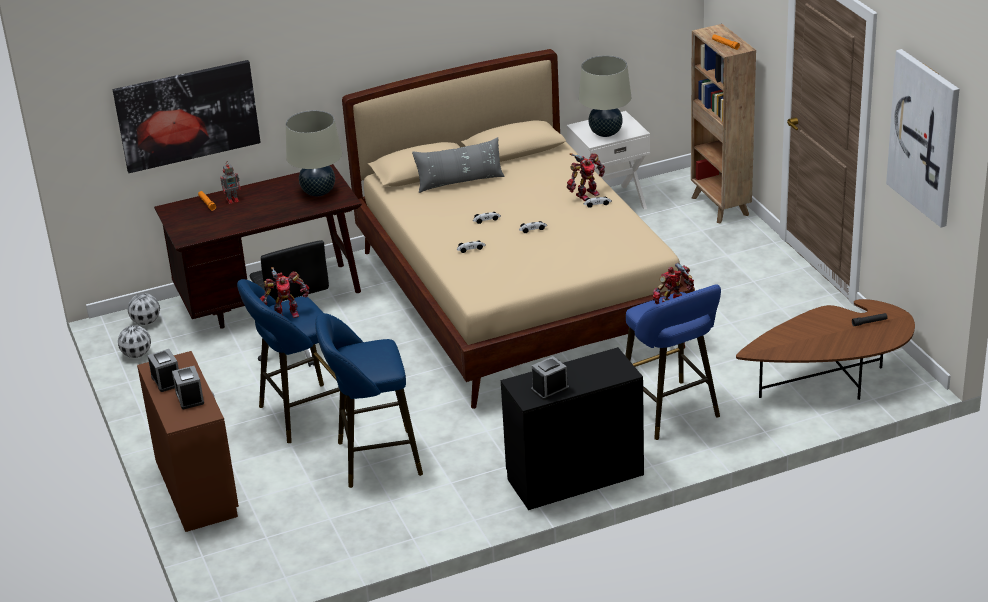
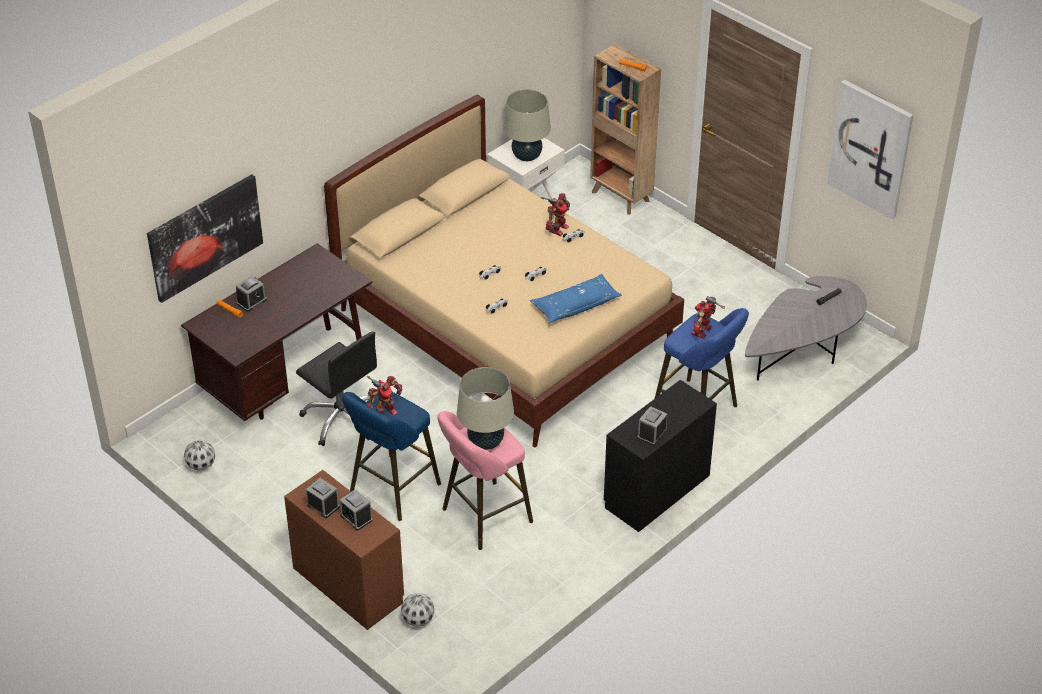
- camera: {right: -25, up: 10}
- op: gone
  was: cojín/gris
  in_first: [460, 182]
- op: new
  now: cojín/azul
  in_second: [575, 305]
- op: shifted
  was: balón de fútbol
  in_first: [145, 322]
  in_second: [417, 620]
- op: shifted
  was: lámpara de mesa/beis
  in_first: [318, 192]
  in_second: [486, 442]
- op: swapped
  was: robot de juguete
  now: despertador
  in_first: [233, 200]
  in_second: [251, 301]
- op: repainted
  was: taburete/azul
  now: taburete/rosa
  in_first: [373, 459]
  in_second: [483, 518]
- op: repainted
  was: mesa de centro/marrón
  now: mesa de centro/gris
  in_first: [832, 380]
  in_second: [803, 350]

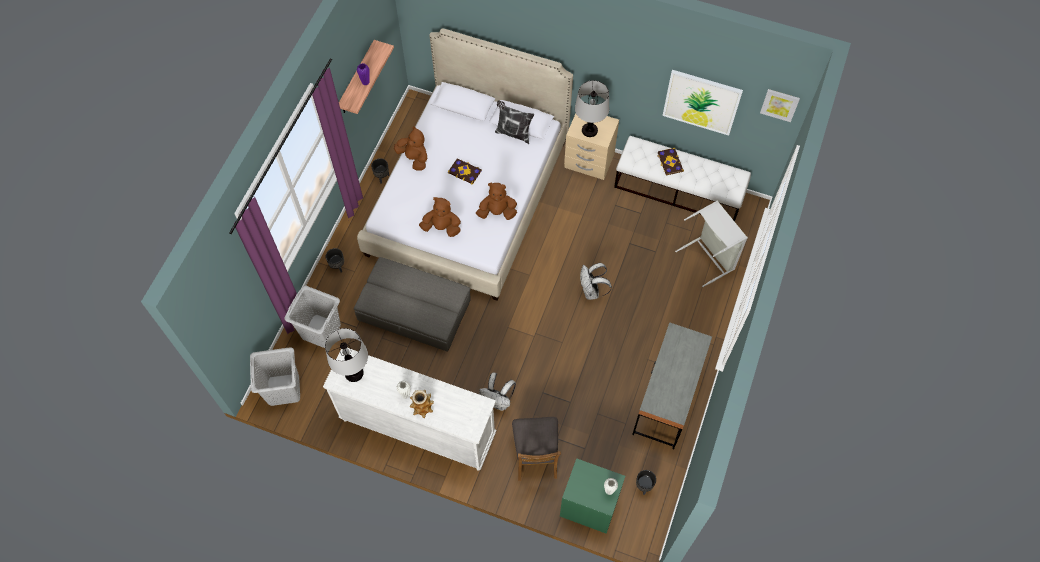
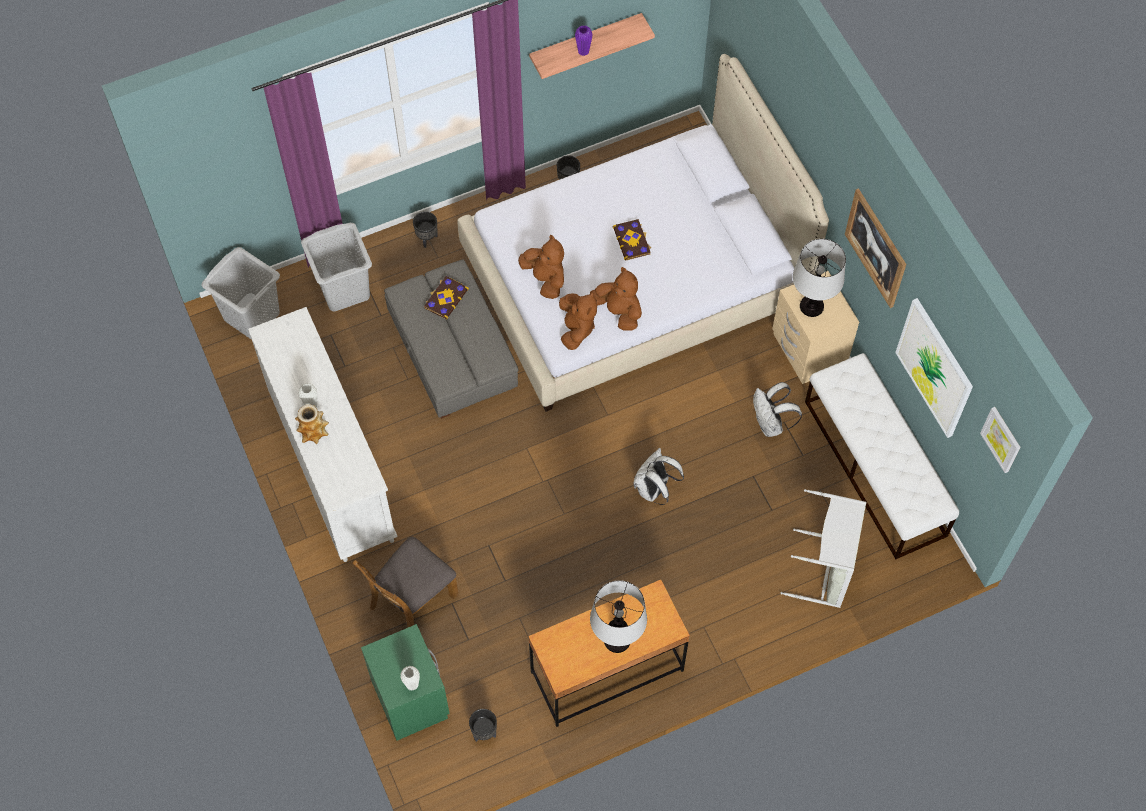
- camera: {right: 45, up: 0}
- op: gone
  was: cojín
  in_first: [513, 133]
- op: new
  now: cuadro
  in_second: [876, 248]
- op: shifted
  was: lámpara de mesa
  in_first: [354, 373]
  in_second: [616, 640]
- op: shifted
  was: peluche/marrón
  in_first: [414, 158]
  in_second: [576, 328]
- op: shifted
  was: mochila/blanco
  in_first: [498, 401]
  in_second: [771, 424]
- op: shifted
  was: libro
  in_first: [669, 162]
  in_second: [445, 298]
- op: repainted
  was: escritorio/gris
  now: escritorio/marrón
  in_first: [666, 399]
  in_second: [606, 671]

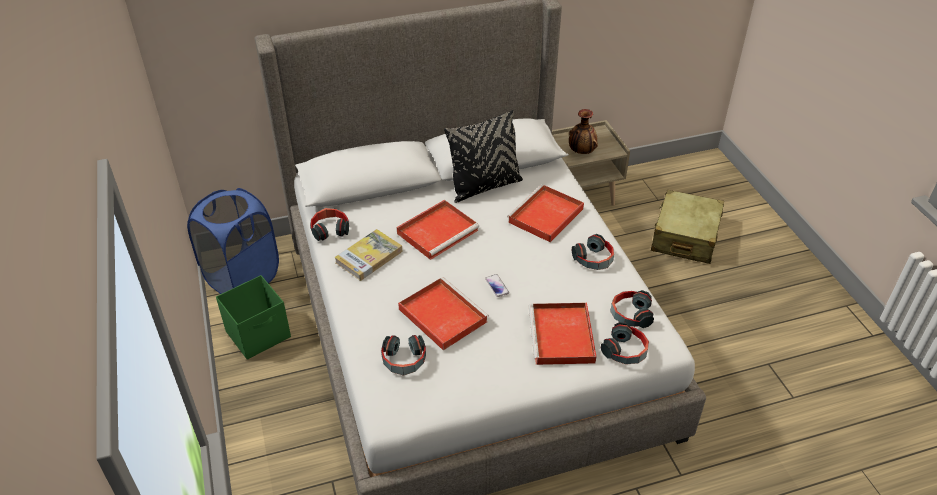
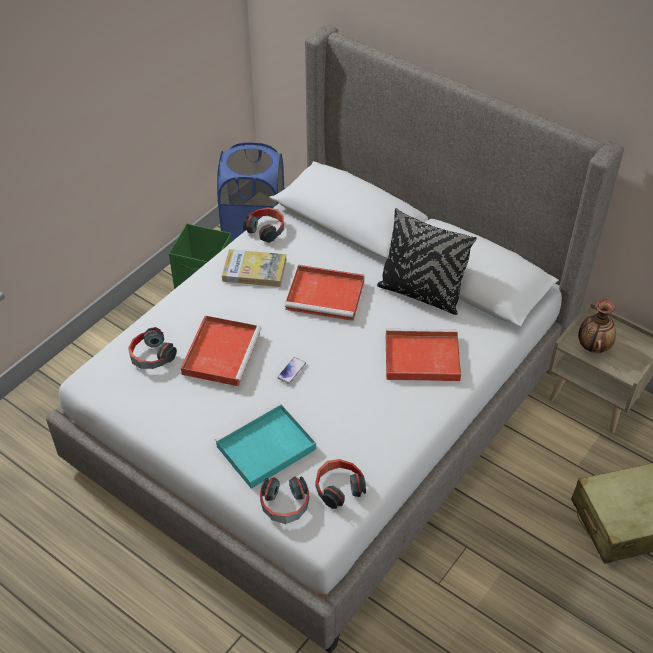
- camera: {right: 55, up: 5}
- op: gone
  was: auriculares
  in_first: [594, 259]
- op: repainted
  was: bandeja/rojo
  now: bandeja/turquesa
  in_first: [562, 337]
  in_second: [264, 449]

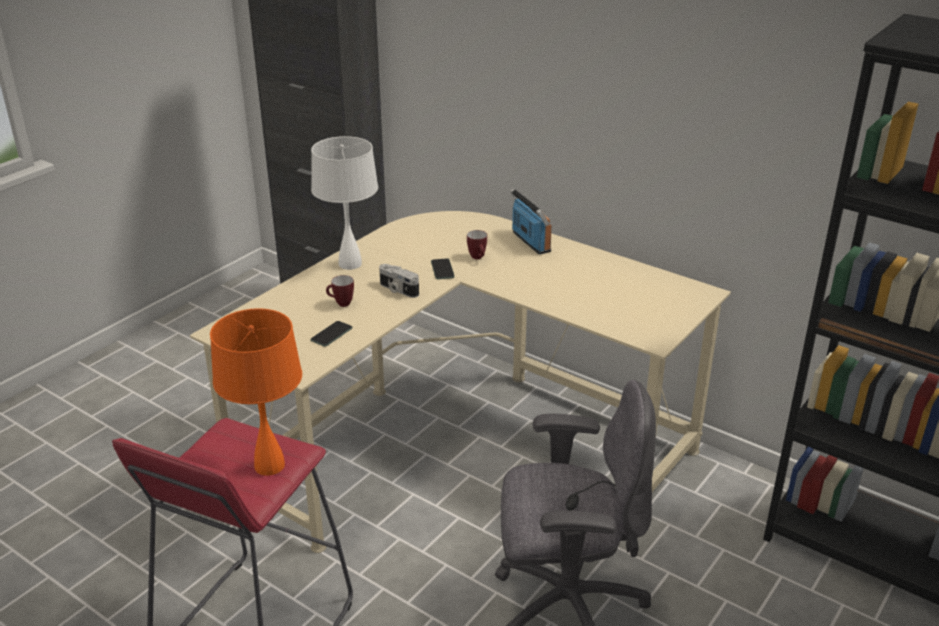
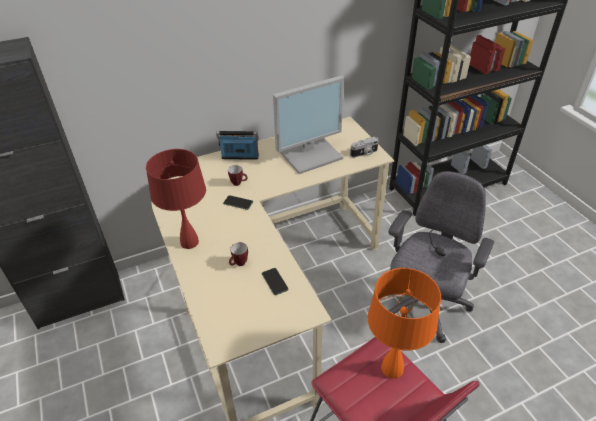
- camera: {right: -60, up: 10}
- op: new
  now: monitor
  in_second: [310, 153]
- op: shifted
  was: cámara
  in_first: [397, 290]
  in_second: [364, 153]
- op: repainted
  was: lámpara de mesa/blanco
  now: lámpara de mesa/rojo
  in_first: [349, 264]
  in_second: [189, 242]

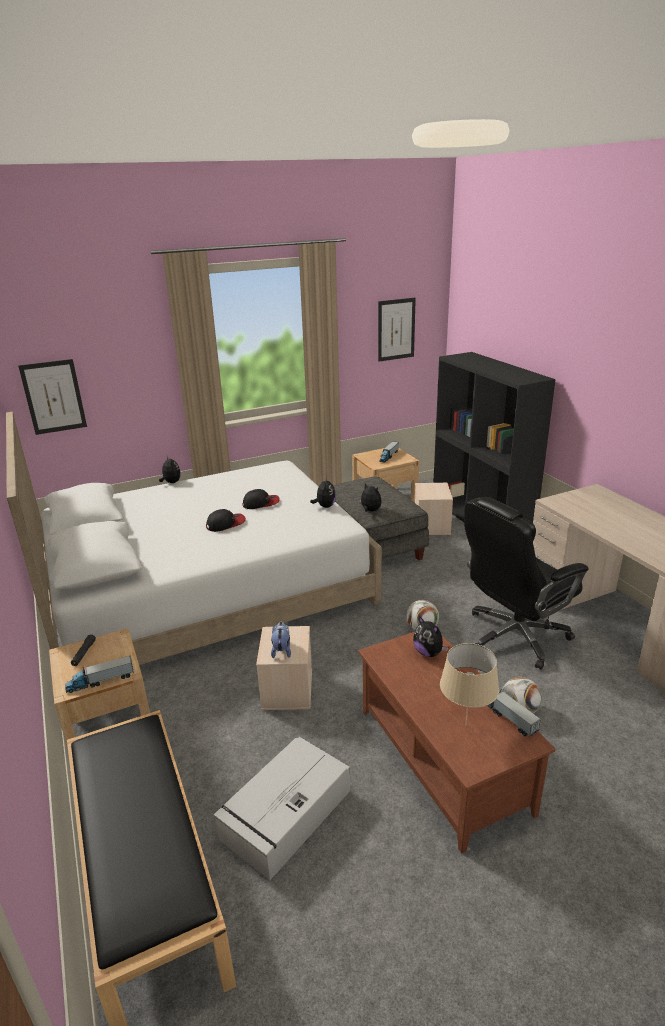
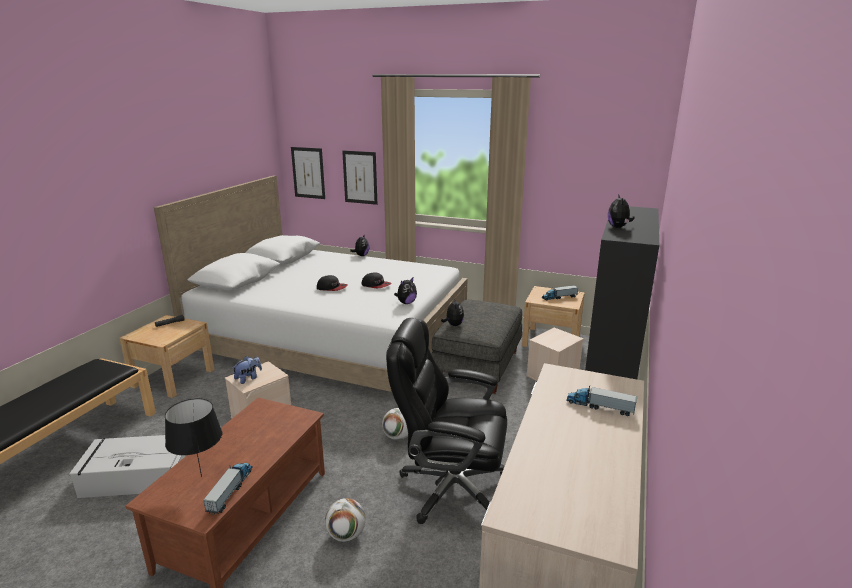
- camera: {right: 45, up: -5}
- op: shifted
  was: camión de juguete
  in_first: [100, 681]
  in_second: [600, 407]
- op: shifted
  was: cuadro
  in_first: [396, 329]
  in_second: [360, 177]
- op: shifted
  was: peluche
  in_first: [428, 652]
  in_second: [618, 227]
- op: repainted
  was: lámpara de mesa/beis
  now: lámpara de mesa/negro
  in_first: [466, 726]
  in_second: [201, 477]

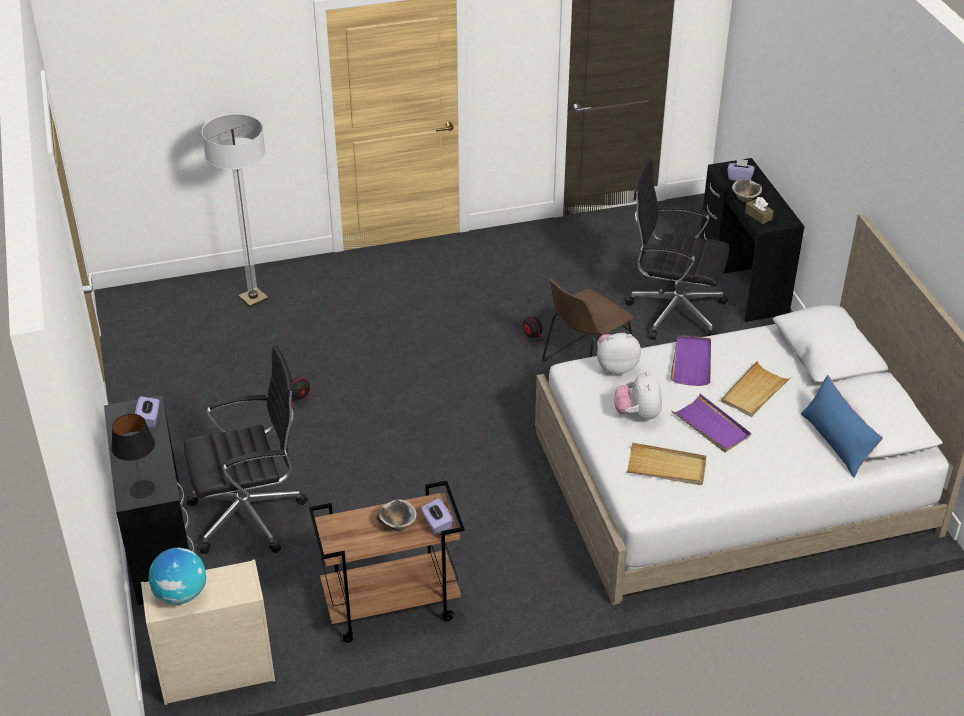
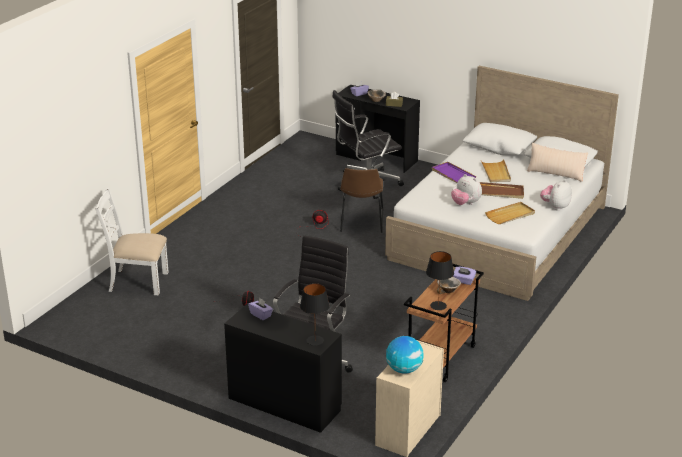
- camera: {right: -45, up: -10}
- op: new
  now: lámpara de mesa/negro
  in_second: [438, 305]
- op: shifted
  was: peluche
  in_first: [616, 367]
  in_second: [555, 206]
- op: swapped
  was: lámpara de pie
  now: silla/blanco
  in_first: [253, 298]
  in_second: [137, 282]
- op: repainted
  was: bandeja/morado
  now: bandeja/marrón
  in_first: [711, 426]
  in_second: [501, 192]
- op: repainted
  was: cojín/azul
  now: cojín/beis
  in_first: [836, 442]
  in_second: [556, 173]

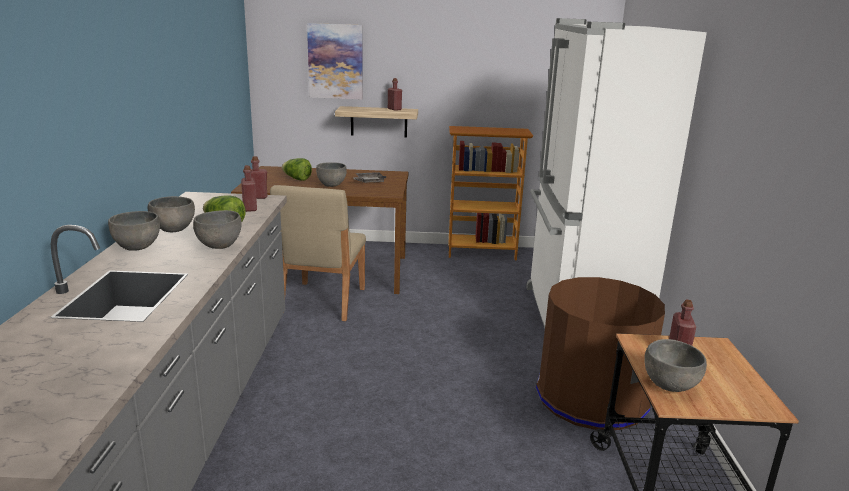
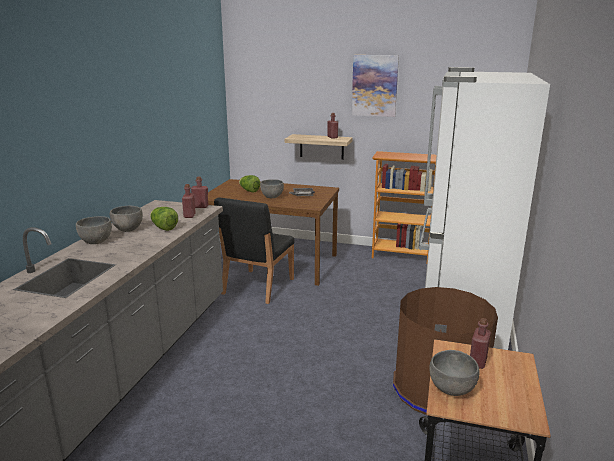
- camera: {right: 15, up: 0}
- op: gone
  was: cuenco/gris
  in_first: [219, 246]
- op: shifted
  was: cuadro
  in_first: [335, 61]
  in_second: [374, 85]
- op: repainted
  was: silla/beis
  now: silla/negro
  in_first: [322, 301]
  in_second: [257, 286]

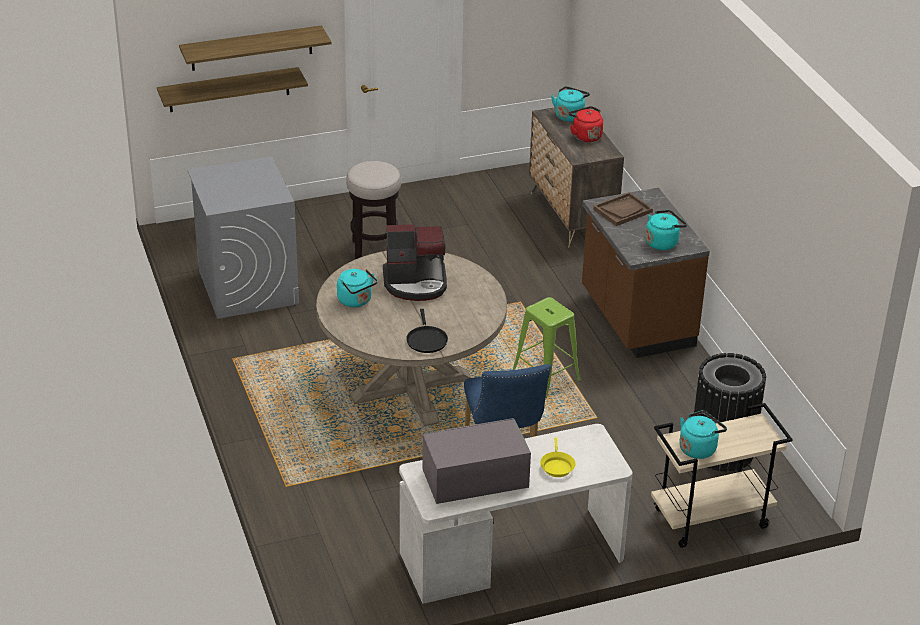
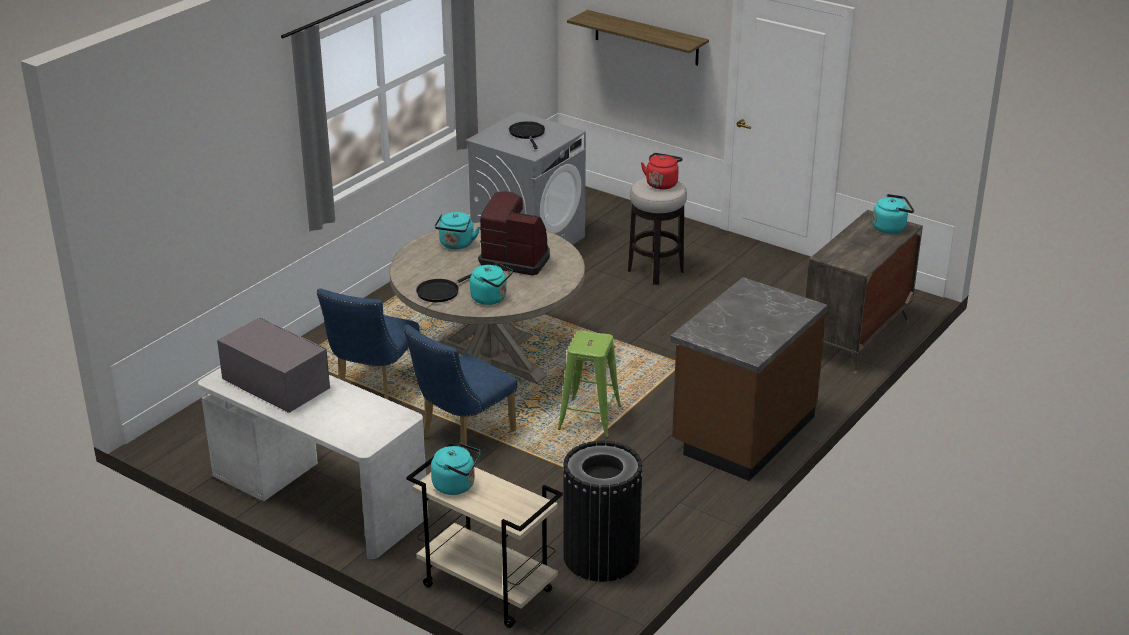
- camera: {right: 55, up: -5}
- op: gone
  was: estante
  in_first: [229, 90]
- op: gone
  was: sartén/amarillo
  in_first: [556, 466]
- op: gone
  was: bandeja/marrón
  in_first: [622, 210]
- op: new
  now: silla/azul
  in_second: [373, 388]
- op: new
  now: sartén/negro
  in_second: [527, 134]
- op: shifted
  was: hervidor/rojo
  in_first: [585, 136]
  in_second: [662, 183]
- op: shifted
  was: hervidor/turquesa
  in_first: [663, 242]
  in_second: [491, 298]
- op: rotated
  was: cafetera
  in_first: [416, 283]
  in_second: [516, 259]
  clockwise: 150

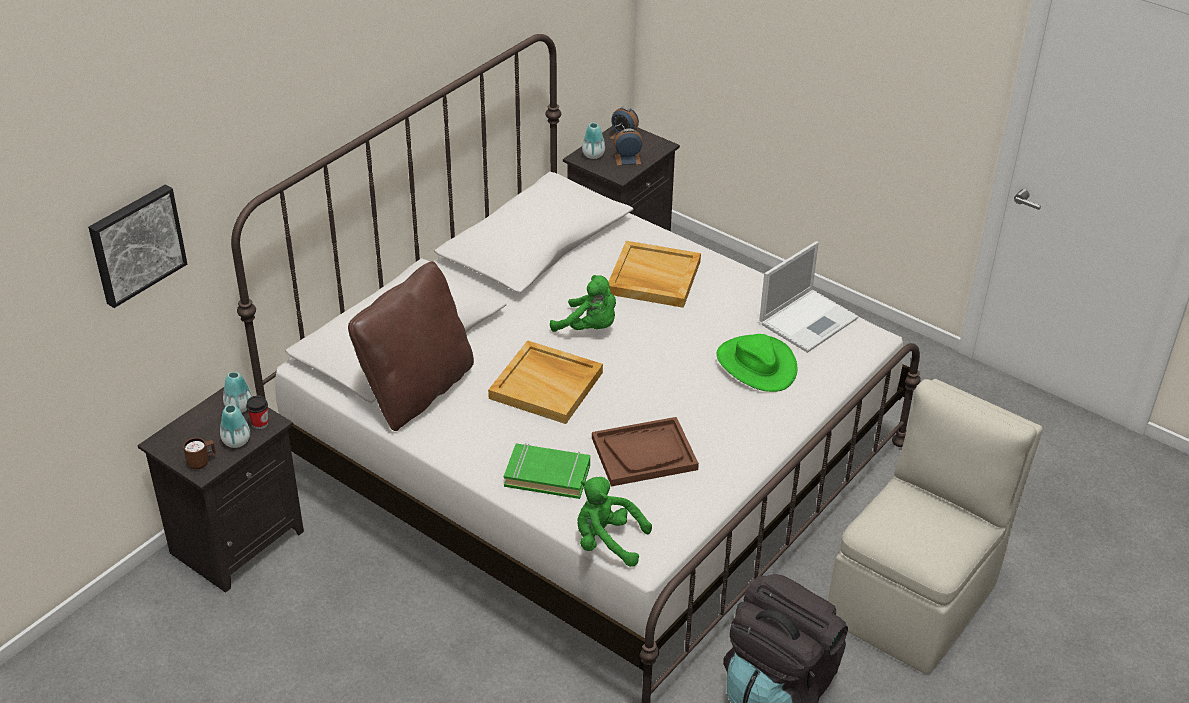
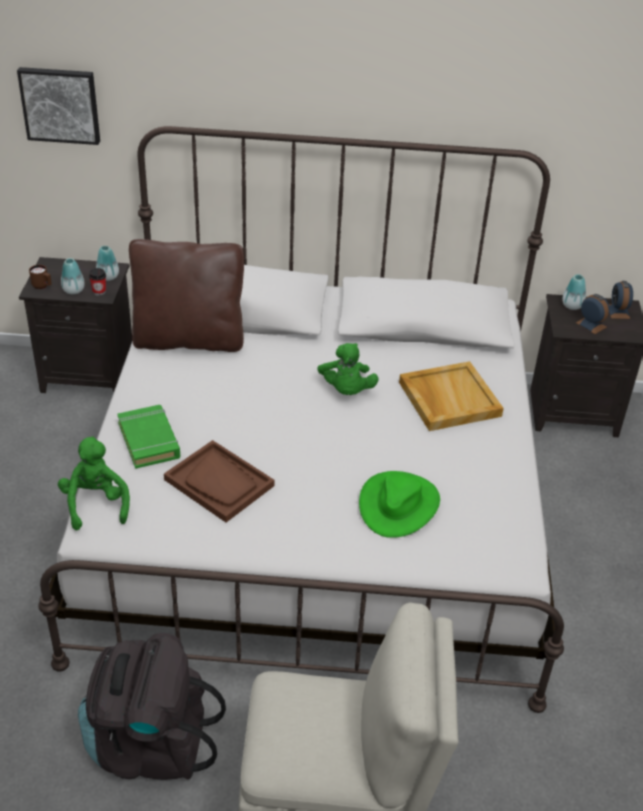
- camera: {right: 55, up: 0}
- op: gone
  was: bandeja/beis
  in_first: [547, 385]
- op: gone
  was: portátil
  in_first: [809, 320]

